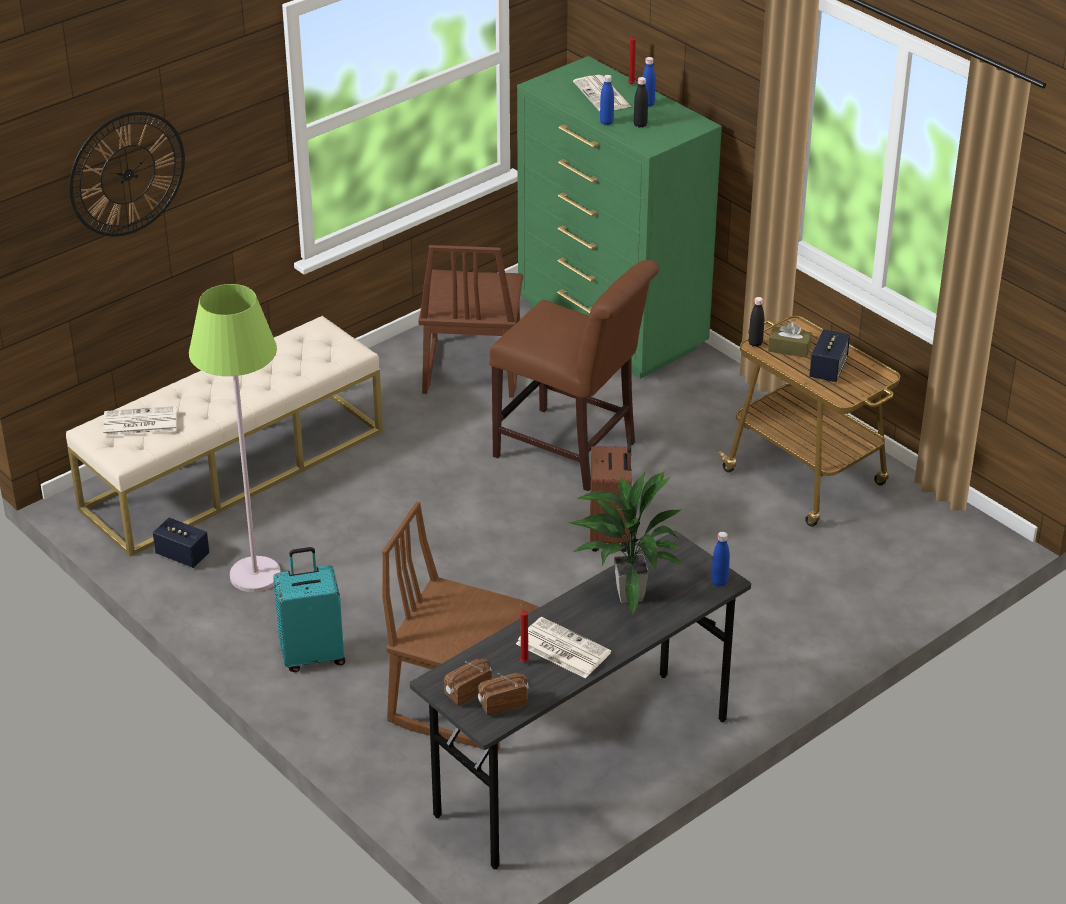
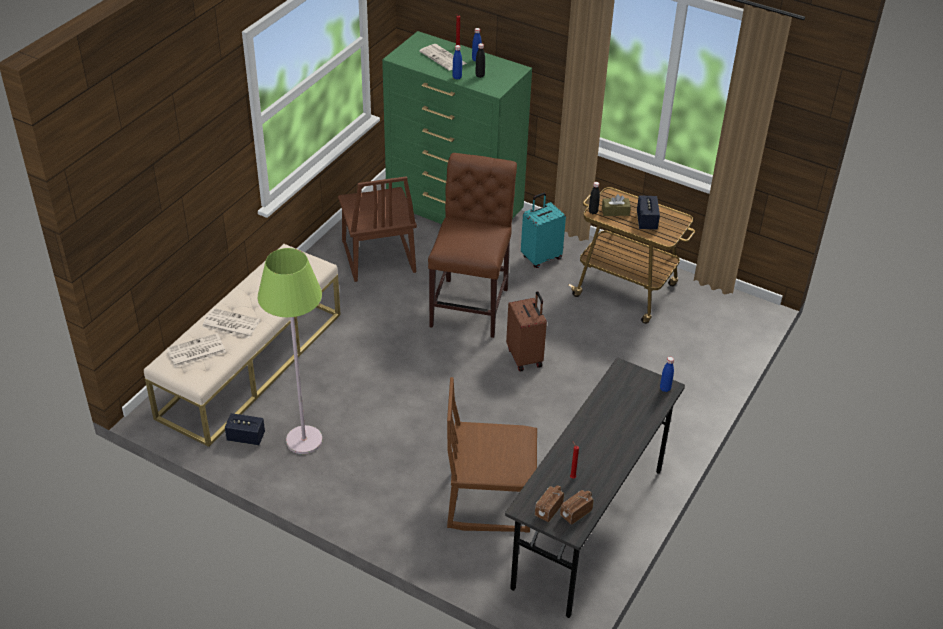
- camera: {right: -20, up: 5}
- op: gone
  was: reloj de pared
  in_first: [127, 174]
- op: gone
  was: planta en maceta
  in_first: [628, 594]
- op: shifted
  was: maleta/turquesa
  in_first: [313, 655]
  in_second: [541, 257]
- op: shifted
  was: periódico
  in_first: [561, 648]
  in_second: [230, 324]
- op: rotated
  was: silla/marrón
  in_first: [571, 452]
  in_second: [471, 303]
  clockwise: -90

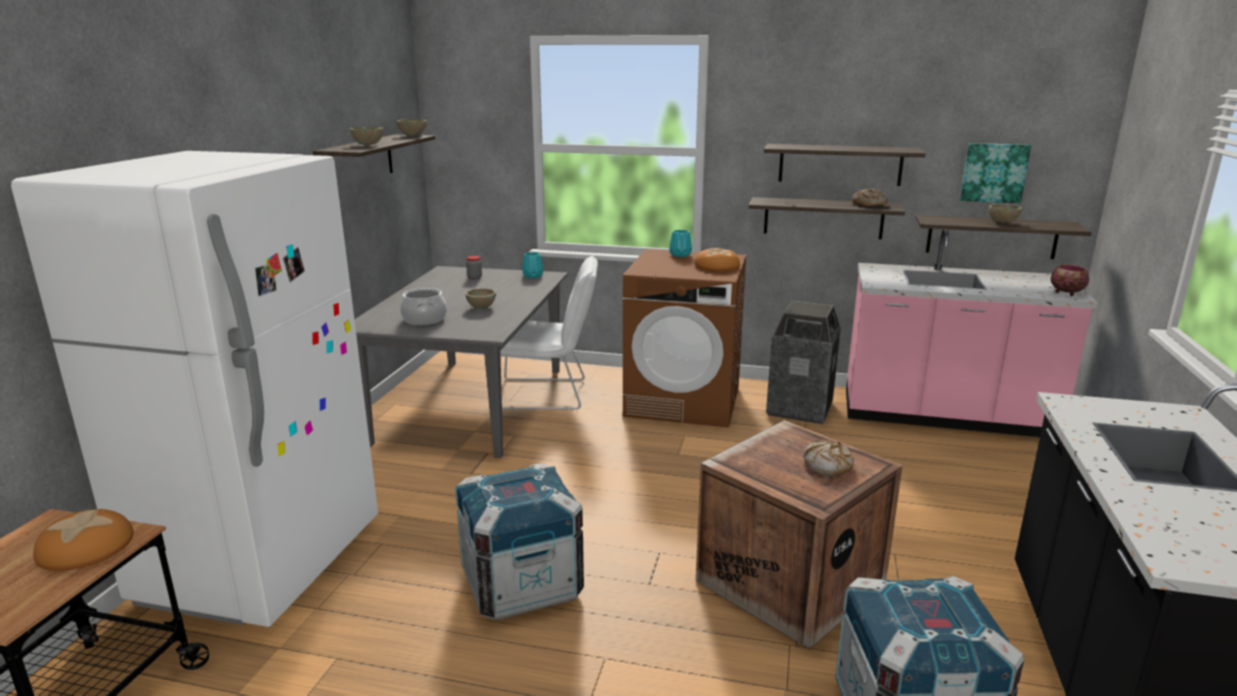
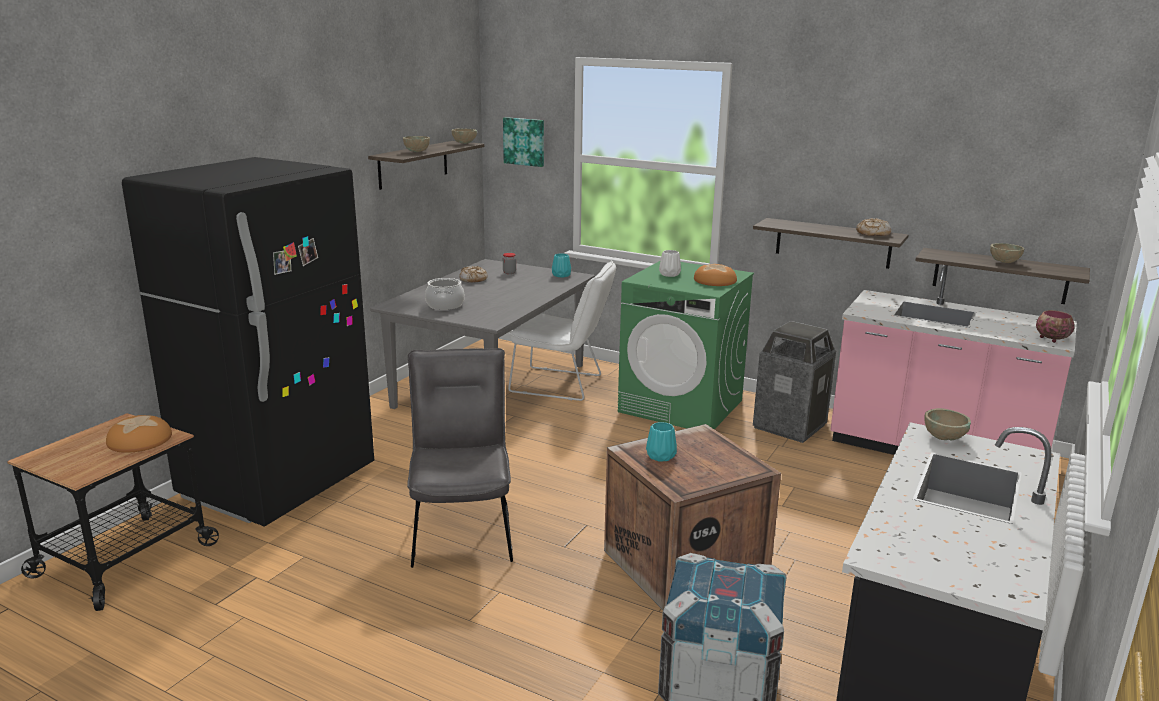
- camera: {right: 15, up: 0}
- op: gone
  was: estante
  in_first: [840, 164]
- op: new
  now: florero/blanco
  in_second: [669, 274]
- op: shifted
  was: cuenco/beis
  in_first: [481, 308]
  in_second: [943, 438]
- op: shifted
  was: florero/turquesa
  in_first: [680, 255]
  in_second: [661, 456]
- op: shifted
  was: pan
  in_first: [827, 465]
  in_second: [473, 279]
- op: shifted
  was: cuadro
  in_first: [994, 172]
  in_second: [524, 141]
- op: swapped
  was: caja de embalaje
  now: silla/gris
  in_first: [522, 584]
  in_second: [462, 530]
- op: repainted
  was: nevera/blanco
  now: nevera/negro
  in_first: [263, 562]
  in_second: [279, 483]
- op: repainted
  was: lavadora/marrón
  now: lavadora/verde
  in_first: [683, 401]
  in_second: [681, 406]

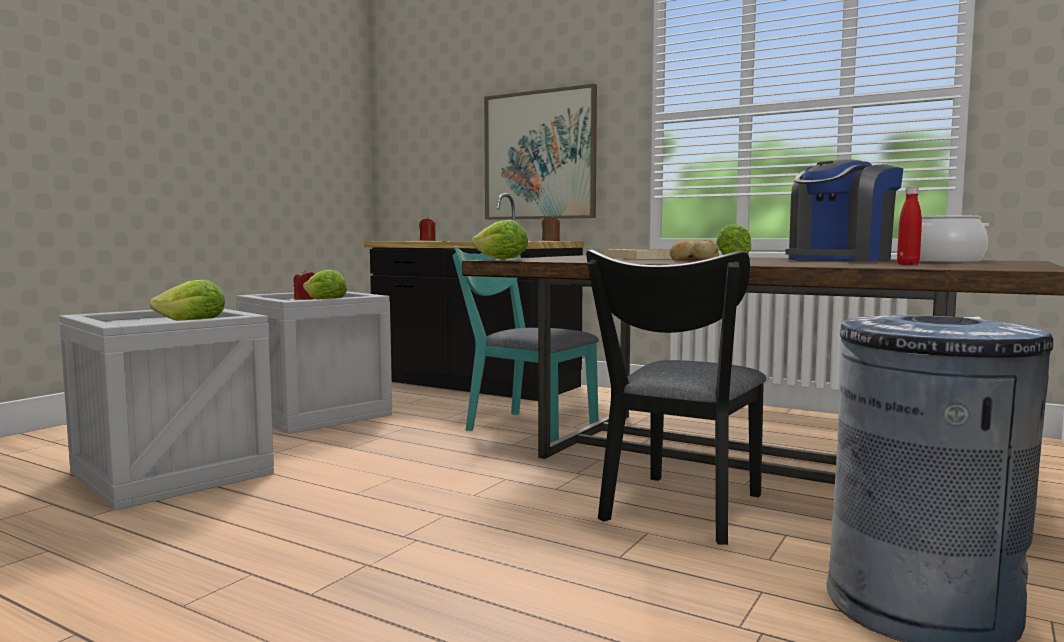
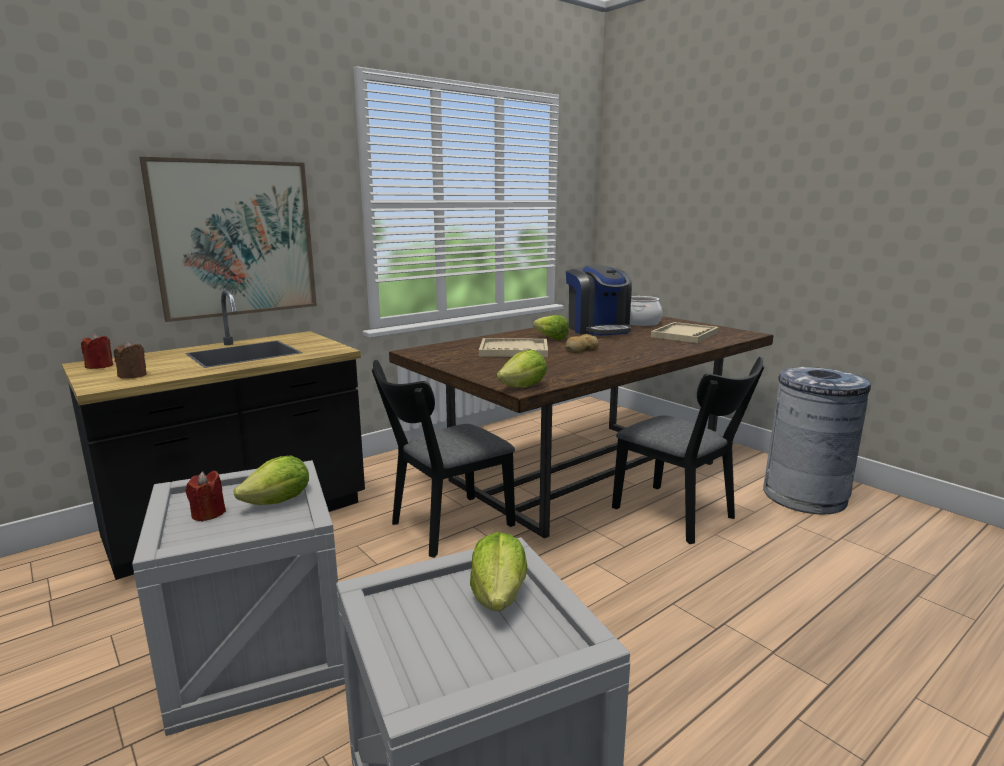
- camera: {right: -70, up: 10}
- op: shifted
  was: vela/marrón
  in_first: [550, 241]
  in_second: [133, 376]
- op: swapped
  was: botella/rojo
  now: bandeja/beis
  in_first: [908, 264]
  in_second: [685, 335]
- op: repainted
  was: silla/turquesa
  now: silla/negro
  in_first: [523, 426]
  in_second: [444, 527]

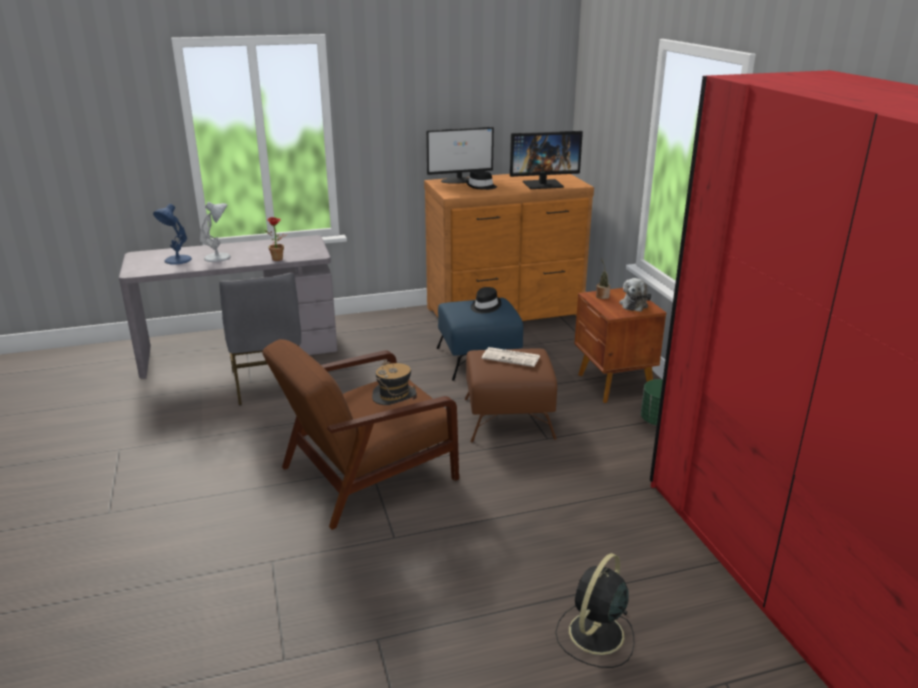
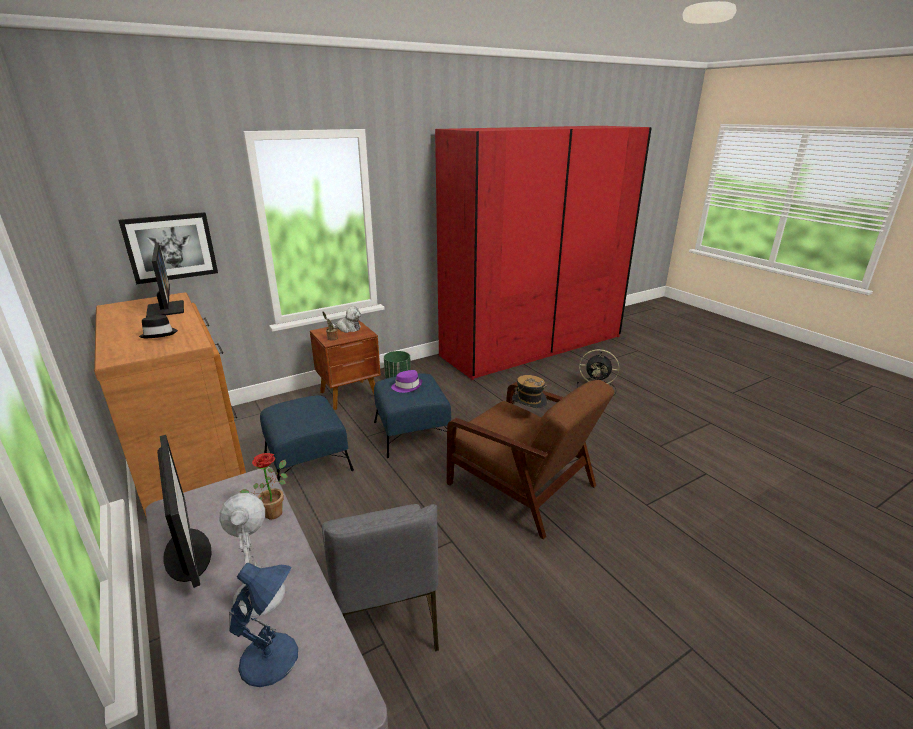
- camera: {right: -105, up: 0}
- op: gone
  was: sombrero/negro
  in_first: [485, 306]
- op: new
  now: cuadro
  in_second: [170, 247]
- op: shifted
  was: monitor
  in_first: [460, 180]
  in_second: [188, 553]
- op: swapped
  was: periódico
  now: sombrero/morado
  in_first: [512, 357]
  in_second: [407, 386]
- op: repainted
  was: puf/marrón
  now: puf/azul
  in_first: [509, 418]
  in_second: [412, 432]
- op: rotated
  was: silla/gris
  in_first: [269, 384]
  in_second: [385, 619]
  clockwise: 105

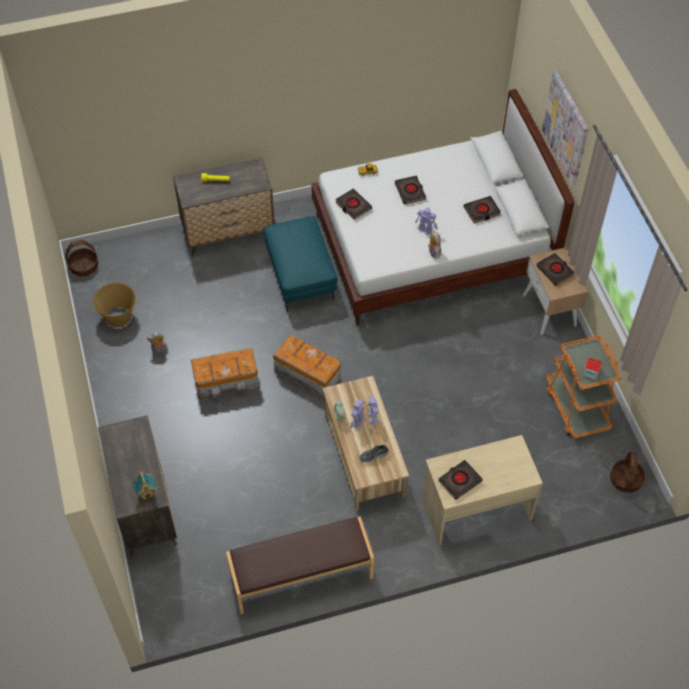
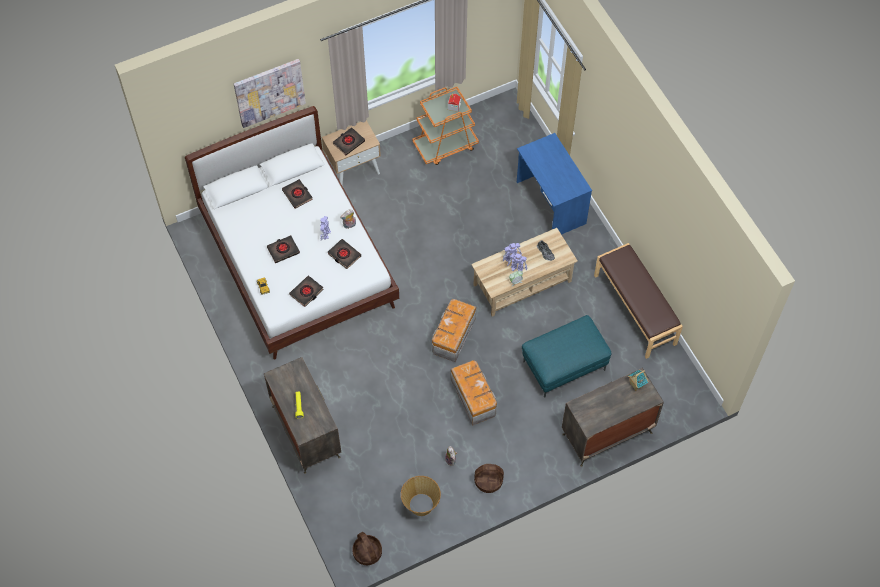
- camera: {right: -100, up: 5}
- op: shifted
  was: puf/turquesa
  in_first: [301, 276]
  in_second: [564, 365]
- op: shifted
  was: libro/negro
  in_first: [459, 481]
  in_second: [344, 255]
- op: shifted
  was: cesta
  in_first: [626, 480]
  in_second: [488, 480]
- op: repainted
  was: escritorio/beis
  now: escritorio/azul
  in_first: [476, 509]
  in_second: [550, 203]

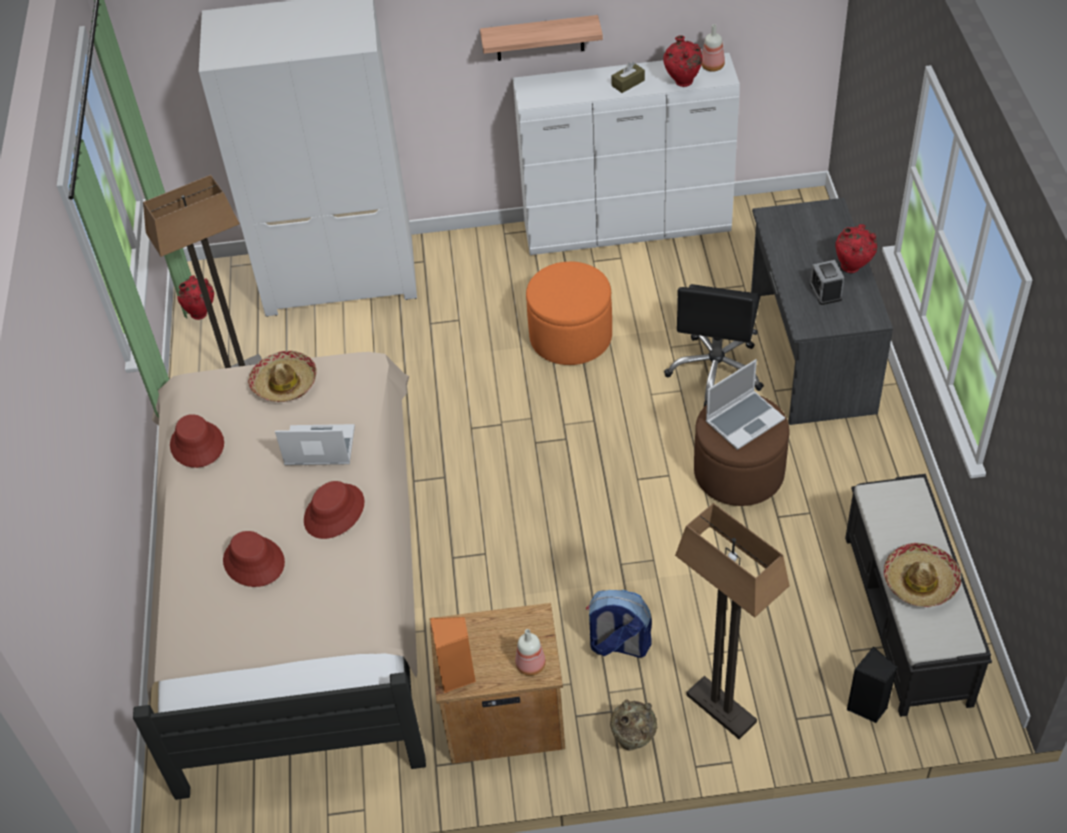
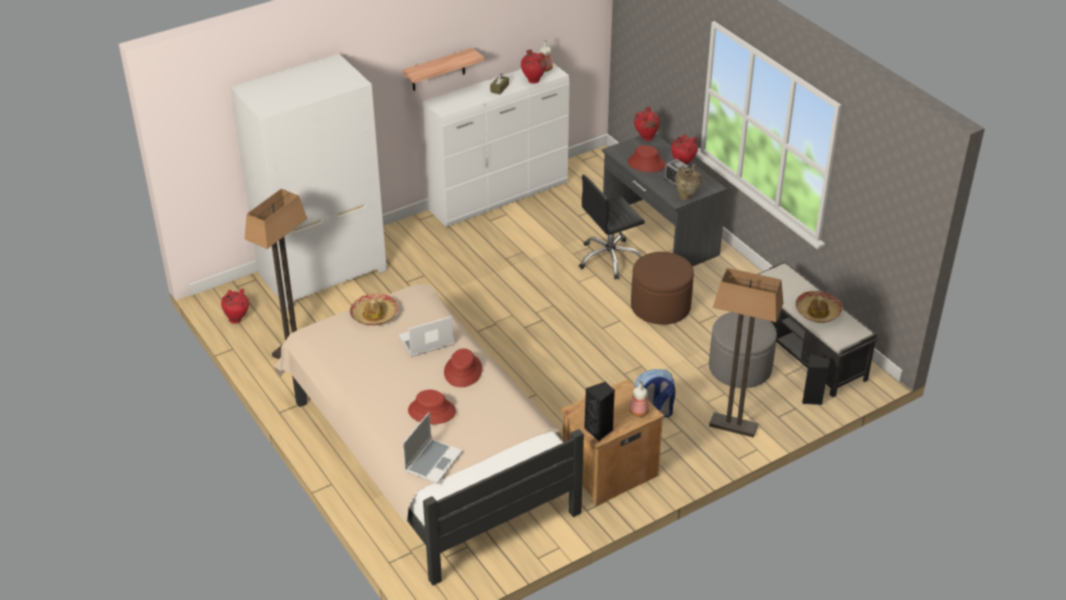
- camera: {right: -30, up: -10}
- op: gone
  was: puf/naranja
  in_first: [570, 337]
- op: new
  now: florero/rojo
  in_second: [646, 138]
- op: new
  now: puf/gris
  in_second: [740, 368]
- op: shifted
  was: sombrero/rojo
  in_first: [197, 445]
  in_second: [646, 163]
- op: shifted
  was: florero/beis
  in_first: [633, 741]
  in_second: [686, 196]
- op: shifted
  was: portátil
  in_first: [744, 420]
  in_second: [433, 461]
- op: repainted
  was: altavoz/naranja
  now: altavoz/negro
  in_first: [457, 675]
  in_second: [599, 431]
- op: rotated
  was: silla de oficina/negro
  in_first: [716, 371]
  in_second: [609, 259]
  clockwise: 75

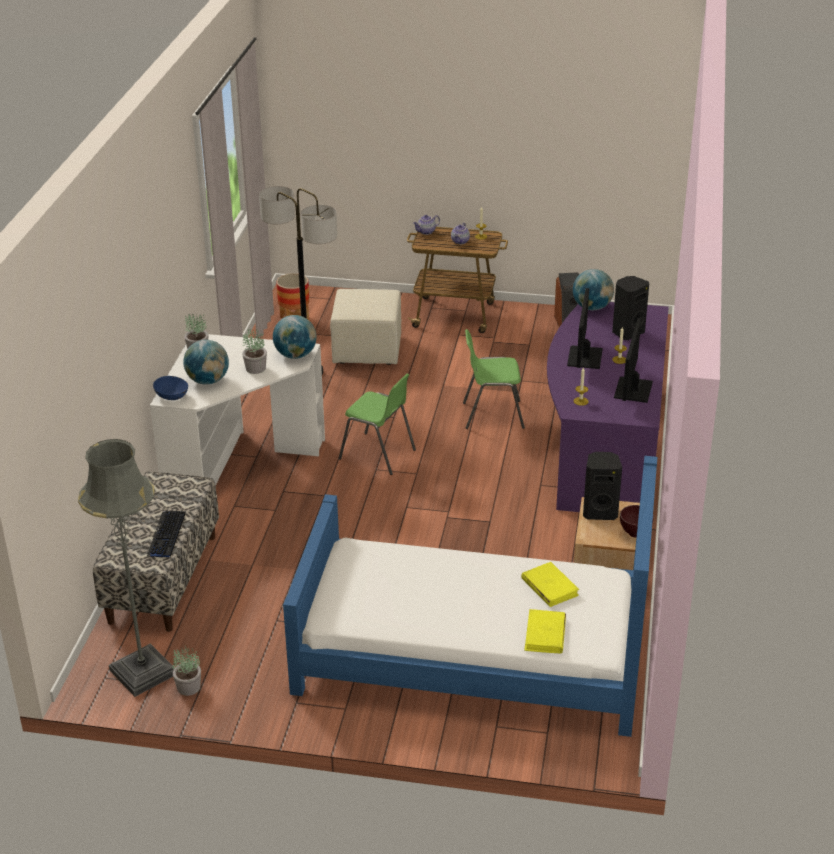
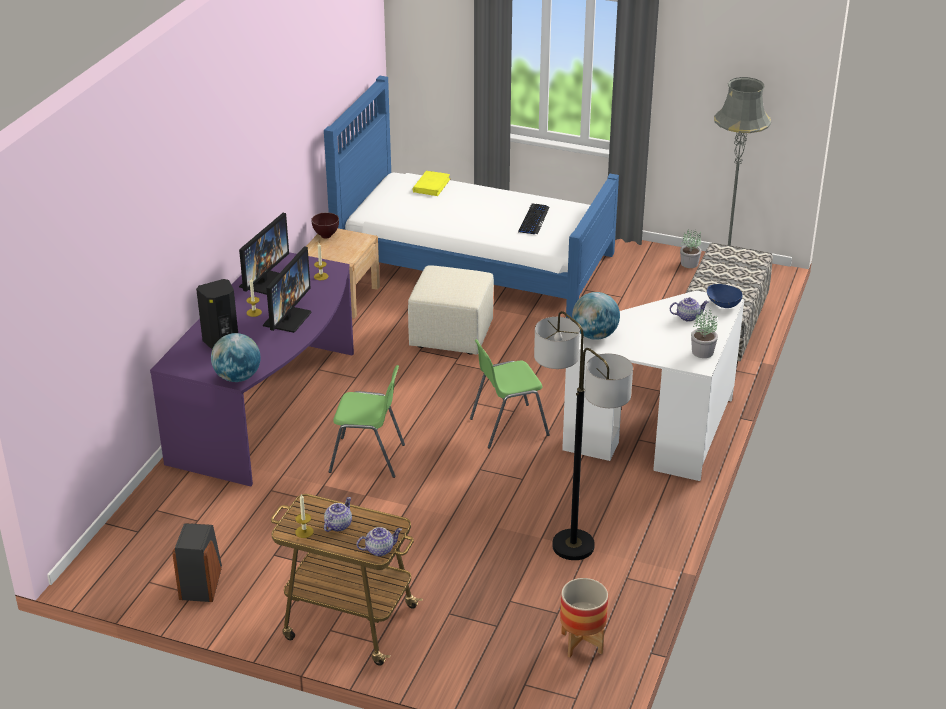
- camera: {right: -170, up: 0}
- op: gone
  was: planta en maceta
  in_first: [255, 368]
- op: gone
  was: libro/amarillo
  in_first: [549, 587]
- op: gone
  was: altavoz/negro
  in_first: [599, 512]
- op: shifted
  was: teclado
  in_first: [166, 535]
  in_second: [534, 220]
- op: shifted
  was: puf/beis
  in_first: [368, 350]
  in_second: [450, 335]
- op: swapped
  was: globo terráqueo
  now: tetera
  in_first: [208, 381]
  in_second: [688, 317]
- op: rotated
  was: silla/verde
  in_first: [378, 454]
  in_second: [507, 426]
  clockwise: -60

